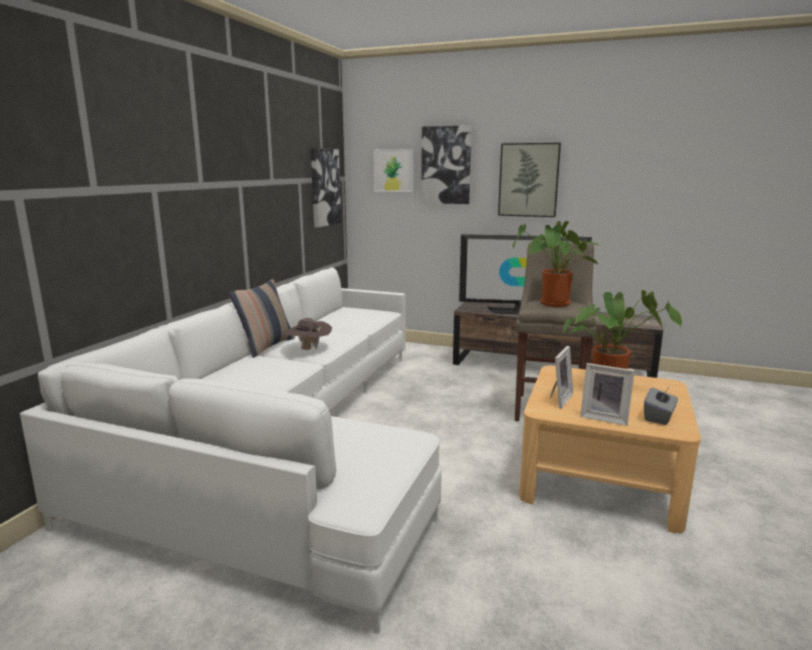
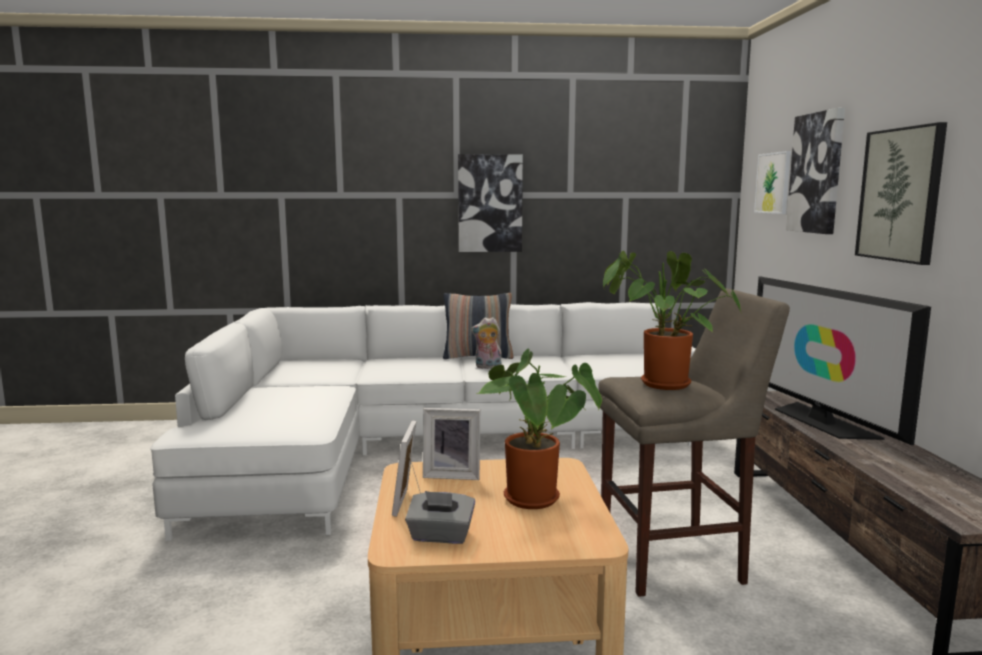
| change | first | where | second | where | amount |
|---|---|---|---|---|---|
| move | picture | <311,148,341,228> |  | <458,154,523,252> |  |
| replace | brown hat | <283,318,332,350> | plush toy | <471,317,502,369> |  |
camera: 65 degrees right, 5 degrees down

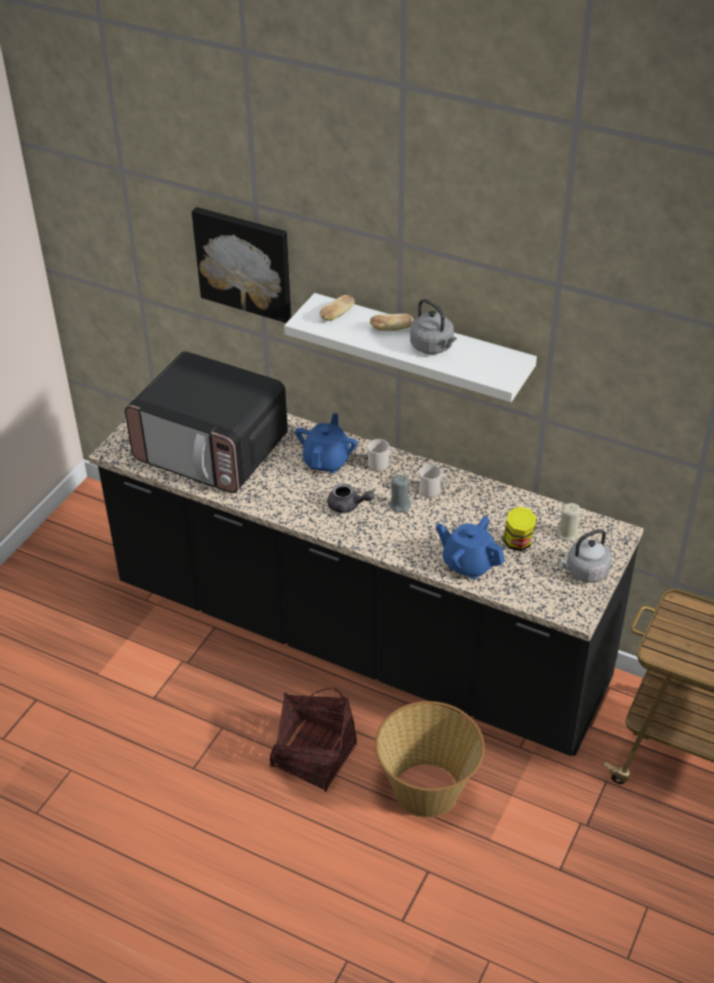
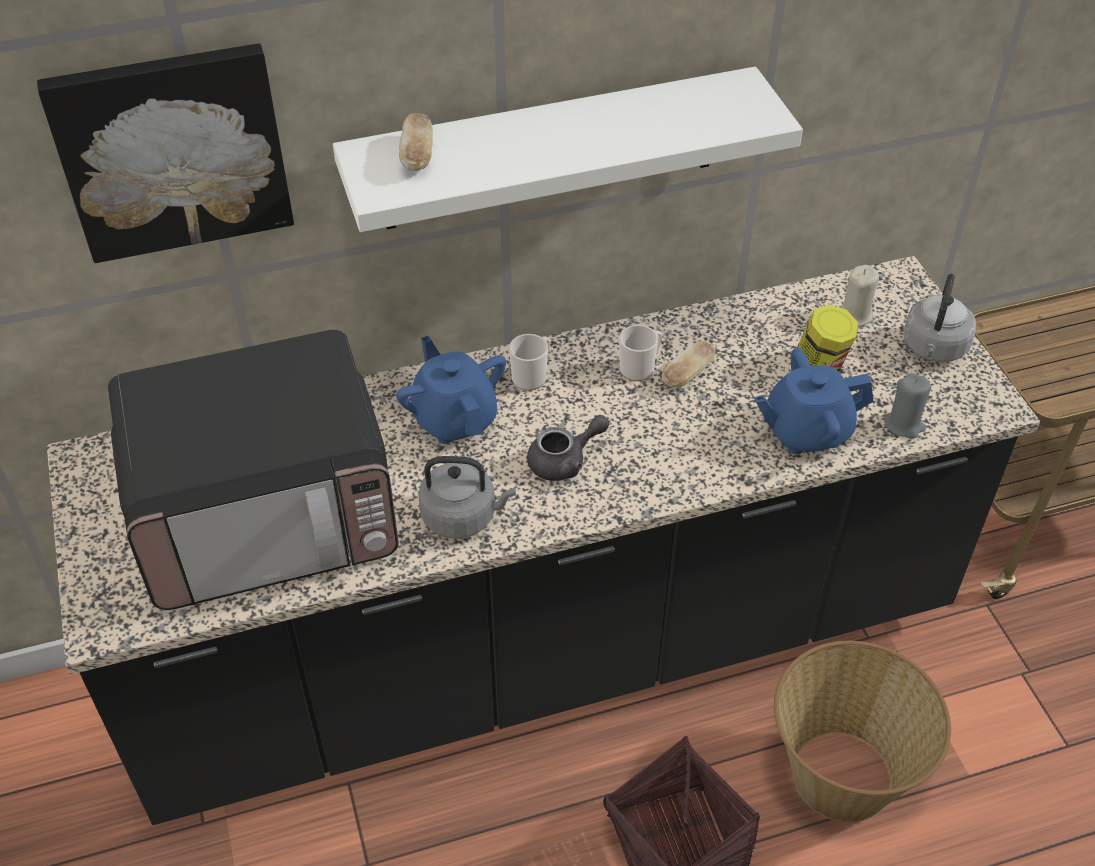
| change | first | where | second | where | amount |
|---|---|---|---|---|---|
| move | grey kettle | <410,299,457,354> |  | <418,456,516,539> |  |
| move | bread | <370,314,414,331> |  | <662,341,715,387> |  |
| move | grey candle | <389,475,411,513> |  | <884,373,931,439> |  |
camera: 45 degrees left, 5 degrees up

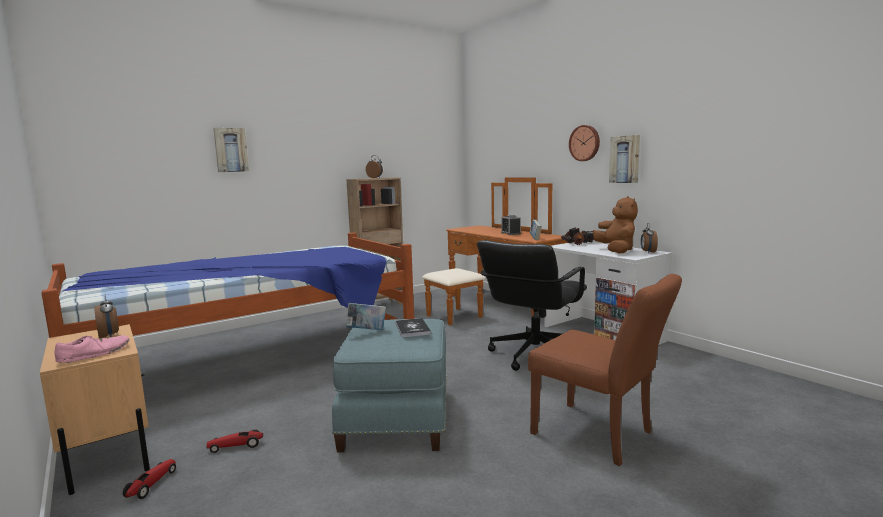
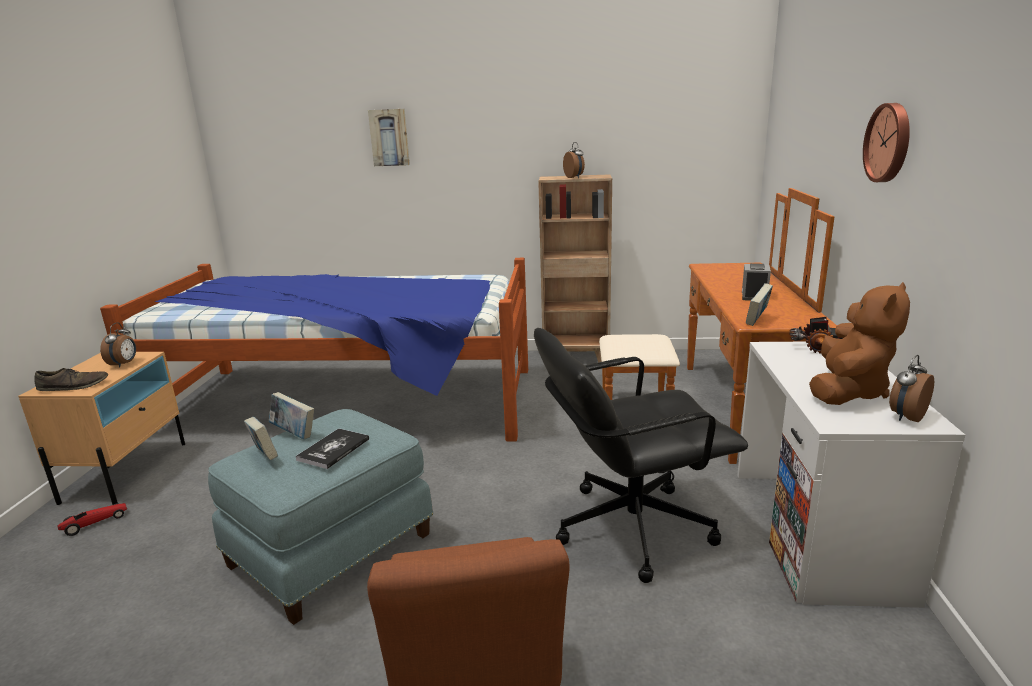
| change | first | where | second | where | amount |
|---|---|---|---|---|---|
| delete | picture | <609,135,640,183> |  |  |  |
| recolor | pink shoe | <55,335,129,363> | brown shoe | <34,368,108,391> |  |
| delete | toy car | <207,430,263,453> |  |  |  |
| insert |  |  | book | <244,417,278,460> |  |
camera: 40 degrees right, 10 degrees up

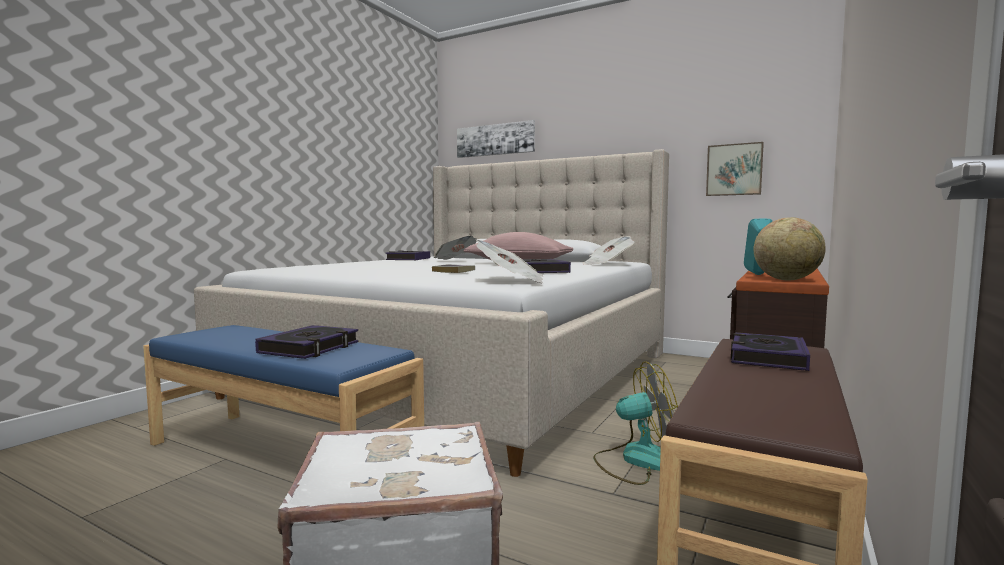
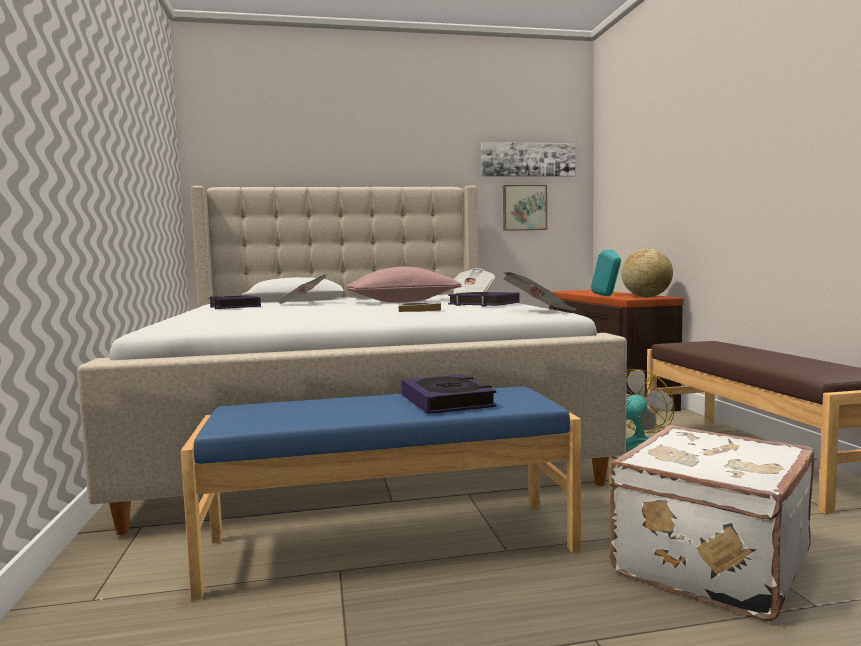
| change | first | where | second | where | amount |
|---|---|---|---|---|---|
| move | picture | <457,120,535,158> |  | <481,142,575,177> |  |
| delete | book | <731,332,810,371> |  |  |  |
camera: 40 degrees left, 0 degrees up

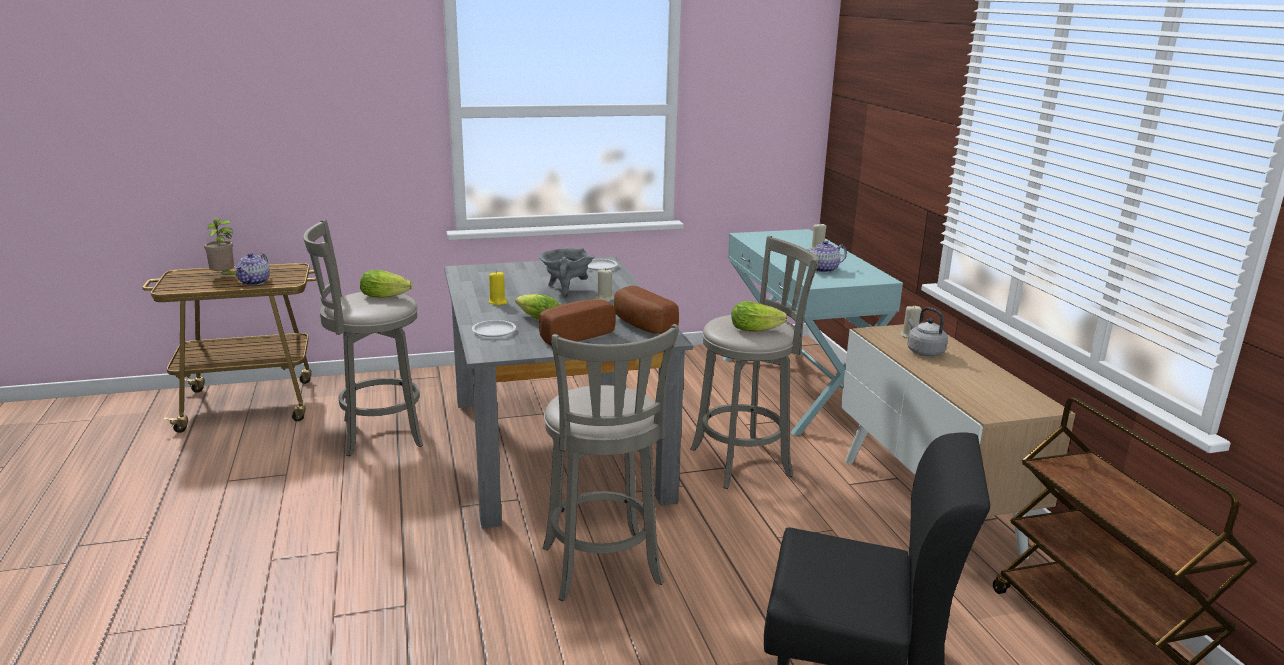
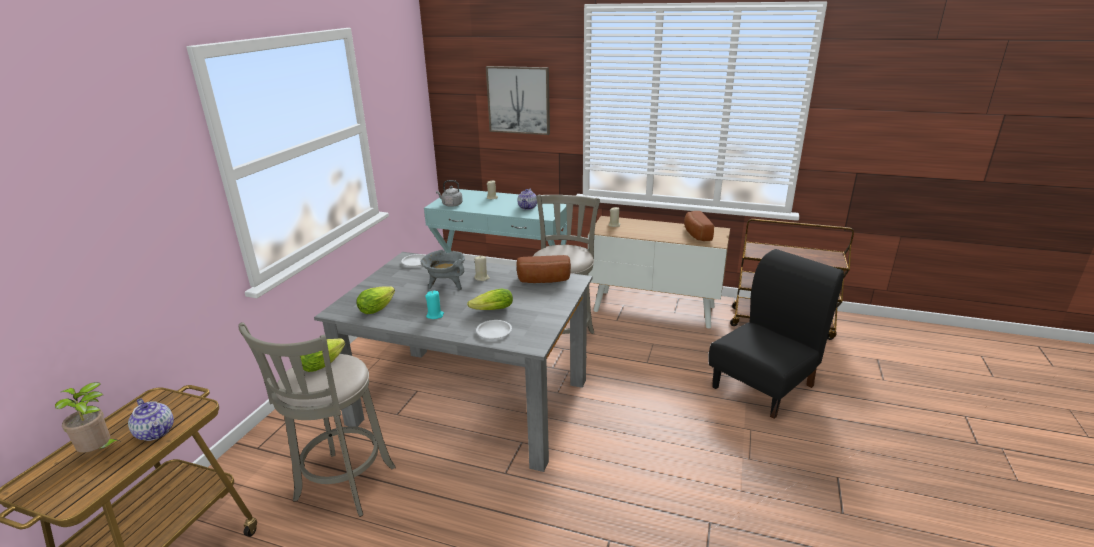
| change | first | where | second | where | amount |
|---|---|---|---|---|---|
| recolor | yellow candle | <489,271,507,305> | turquoise candle | <425,291,444,319> |  |
| move | bread | <539,299,616,345> |  | <684,211,714,241> |  |
| move | lettuce | <731,301,787,332> |  | <357,286,395,314> |  |
| move | grey kettle | <908,307,948,356> |  | <436,180,463,207> |  |
| delete | grey stool | <542,324,679,601> |  |  |  |
| insert |  |  | picture | <486,66,550,135> |  |
camera: 55 degrees left, 5 degrees up

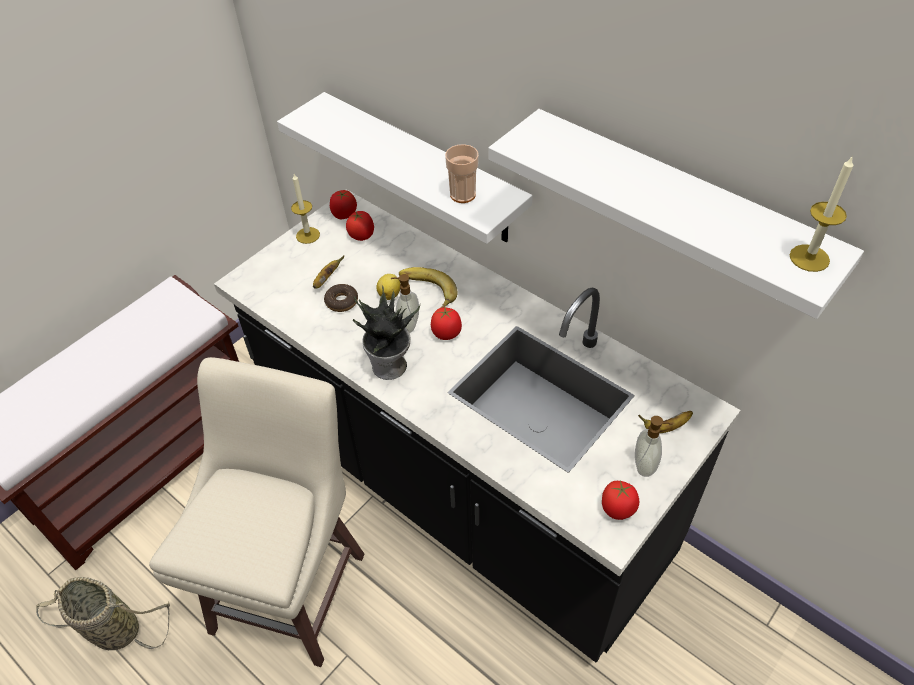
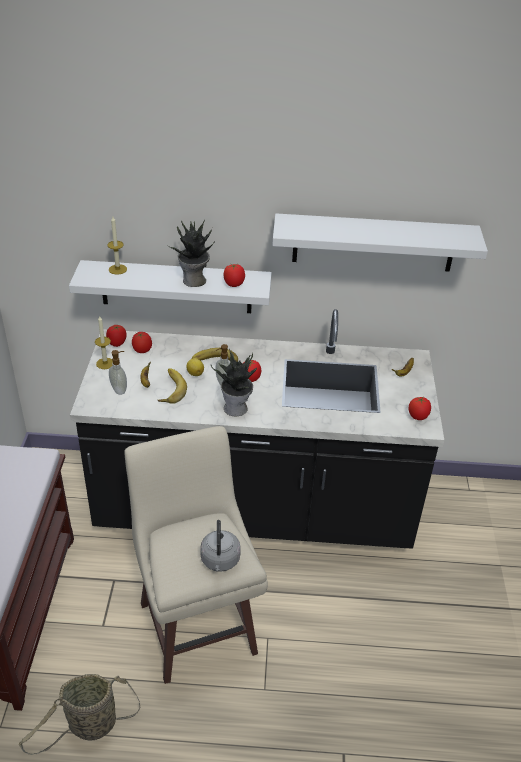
| change | first | where | second | where | amount |
|---|---|---|---|---|---|
| replace | cup | <445,144,479,203> | tomato | <224,264,245,287> |  |
| move | candle | <790,155,854,272> |  | <108,216,127,275> |  |
| replace | donut | <324,284,358,312> | banana | <158,368,187,404> |  |
| move | soap dispenser | <635,416,673,477> |  | <109,350,127,395> |  |
| insert |  |  | potted plant | <167,219,214,287> |  |
| insert |  |  | grey kettle | <200,520,241,572> |  |
camera: 40 degrees left, 10 degrees down

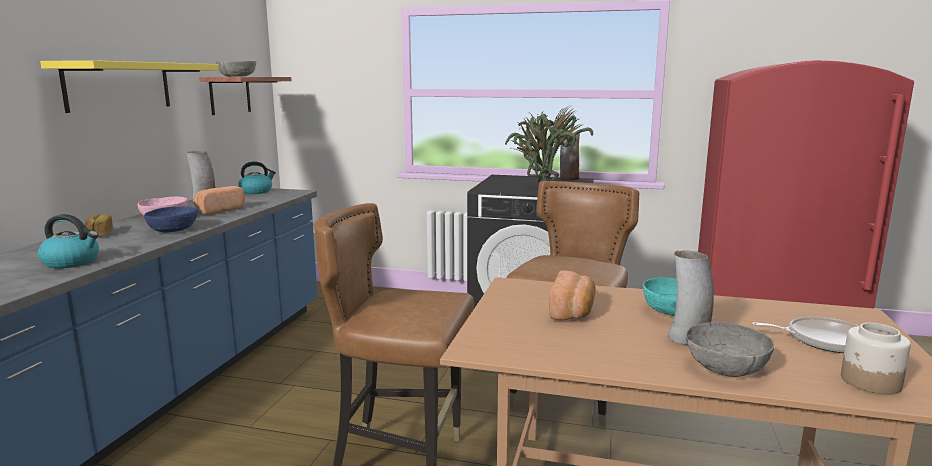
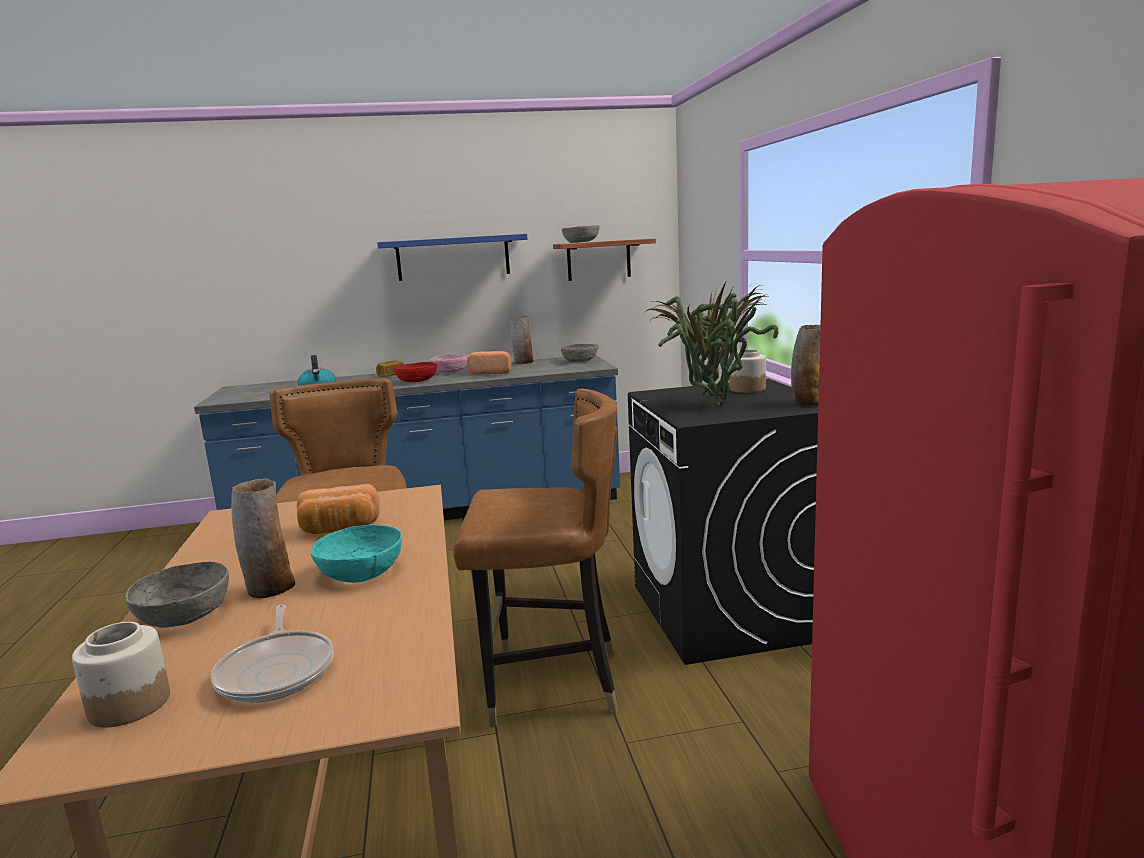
| change | first | where | second | where | amount |
|---|---|---|---|---|---|
| recolor | yellow shelf | <40,60,219,113> | blue shelf | <377,234,527,281> |  |
| replace | kettle | <238,161,276,194> | grey bowl | <561,344,599,362> |  |
| recolor | blue bowl | <144,207,198,233> | red bowl | <394,362,437,382> |  |
| insert |  |  | jar | <730,349,766,393> |  |
camera: 65 degrees right, 0 degrees up

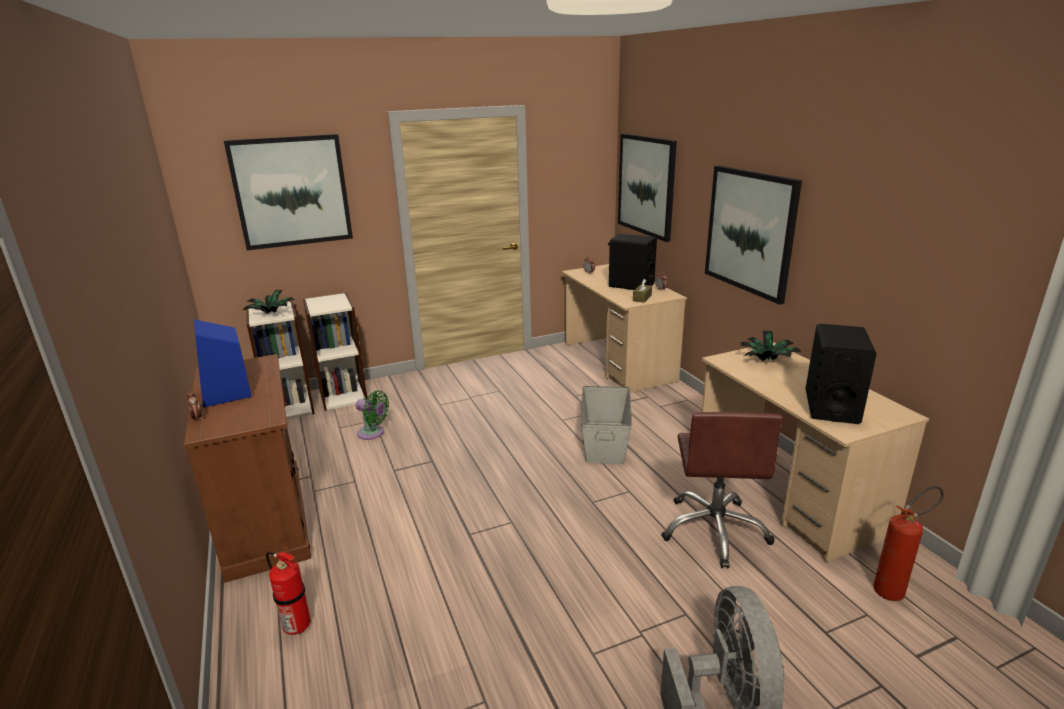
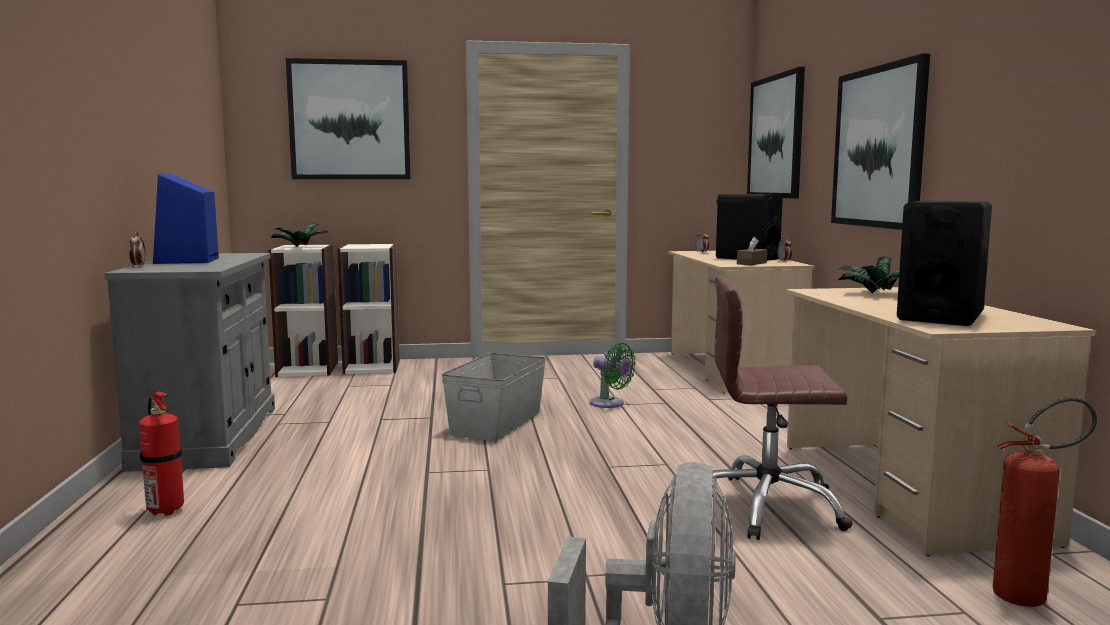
| change | first | where | second | where | amount |
|---|---|---|---|---|---|
| recolor | brown cabinet | <184,354,311,583> | grey cabinet | <104,253,275,472> |  |
| move | grey storage box | <580,386,632,464> |  | <441,353,546,441> |  |
| move | green fan | <356,390,389,440> |  | <590,342,636,408> |  |
| rotate | brown office chair | <661,412,783,568> |  | <713,276,853,540> | 75 degrees clockwise |
camera: 15 degrees right, 15 degrees down

